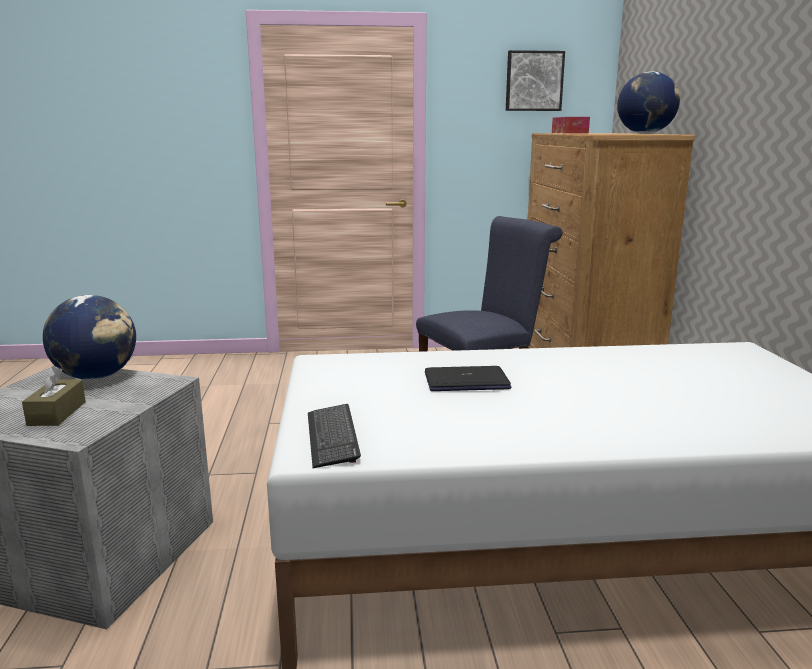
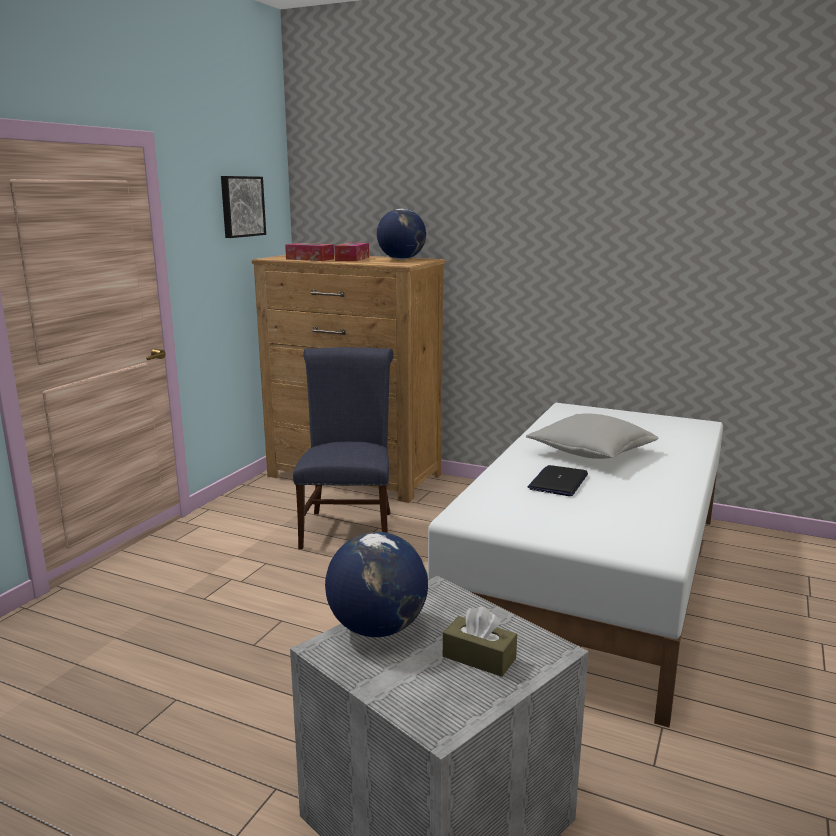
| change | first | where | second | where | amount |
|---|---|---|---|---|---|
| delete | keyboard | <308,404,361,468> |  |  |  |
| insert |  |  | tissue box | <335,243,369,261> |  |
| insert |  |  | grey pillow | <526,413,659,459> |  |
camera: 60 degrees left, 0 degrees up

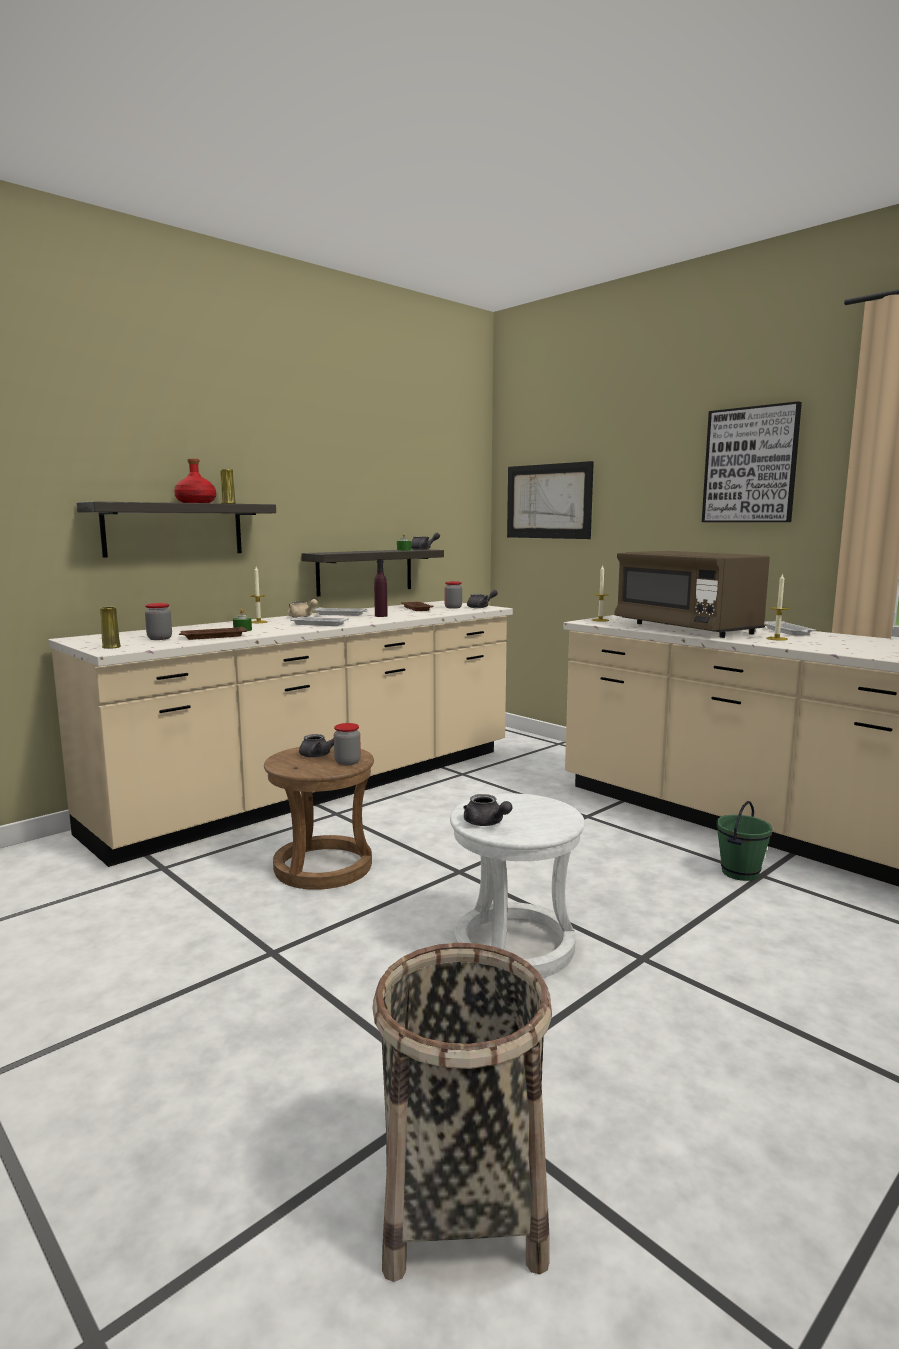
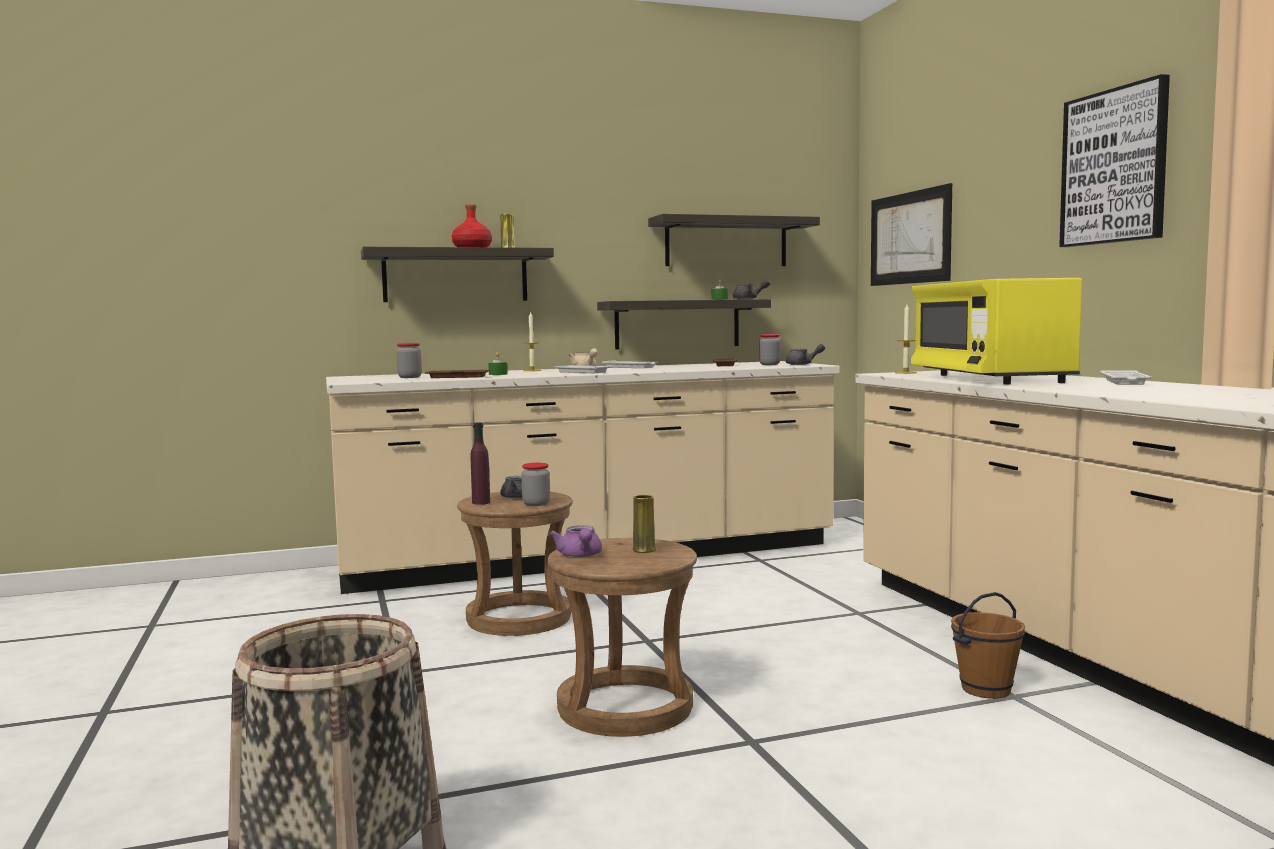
| change | first | where | second | where | amount |
|---|---|---|---|---|---|
| recolor | brown microwave | <615,551,770,638> | yellow microwave | <911,278,1082,385> |  |
| move | purple bottle | <374,559,387,617> |  | <471,422,490,505> |  |
| delete | candle | <766,573,789,641> |  |  |  |
| move | yellow vase | <100,607,121,649> |  | <633,495,656,553> |  |
| recolor | white stool | <450,793,585,978> | brown stool | <547,538,697,737> |  |
| recolor | grey teapot | <463,794,512,826> | purple teapot | <550,525,602,557> |  |
| recolor | green bucket | <716,801,773,881> | brown bucket | <951,592,1025,699> |  |
| insert |  |  | shelf | <648,214,820,266> |  |
camera: 25 degrees right, 5 degrees down

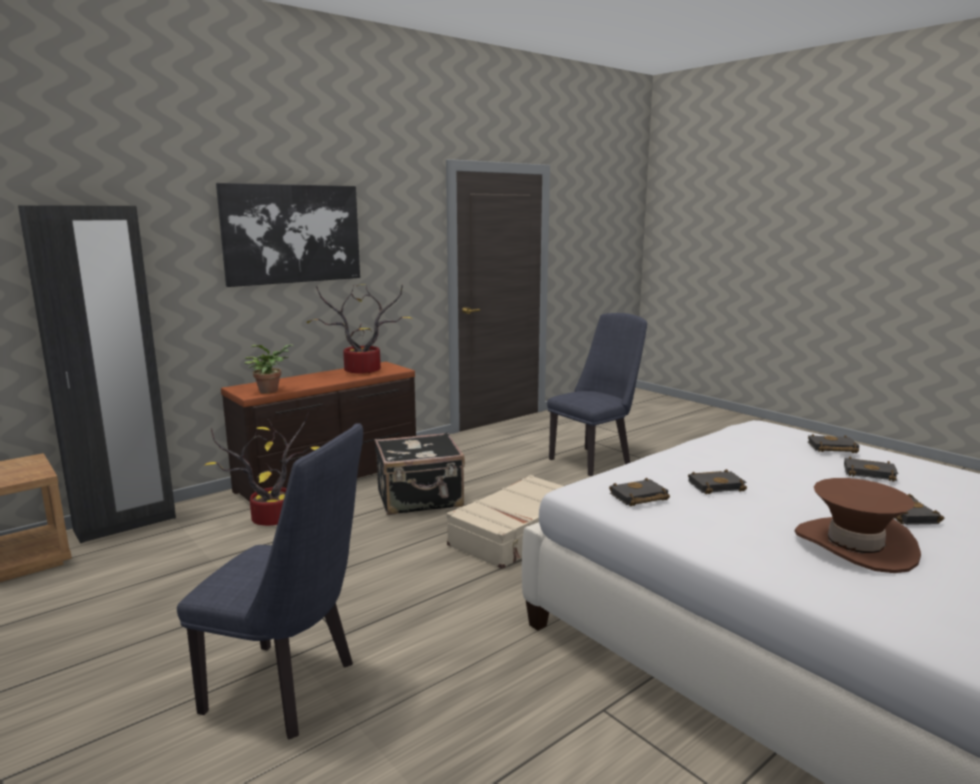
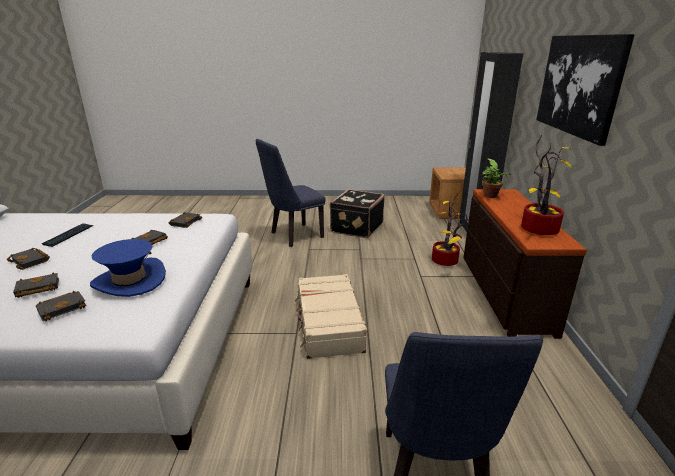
| change | first | where | second | where | amount |
|---|---|---|---|---|---|
| move | black suitcase | <375,432,465,515> |  | <330,189,385,238> |  |
| replace | brown hat | <795,478,921,573> | keyboard | <42,223,93,247> |  |
| insert |  |  | blue hat | <90,239,166,297> |  |
camera: 130 degrees right, 10 degrees up

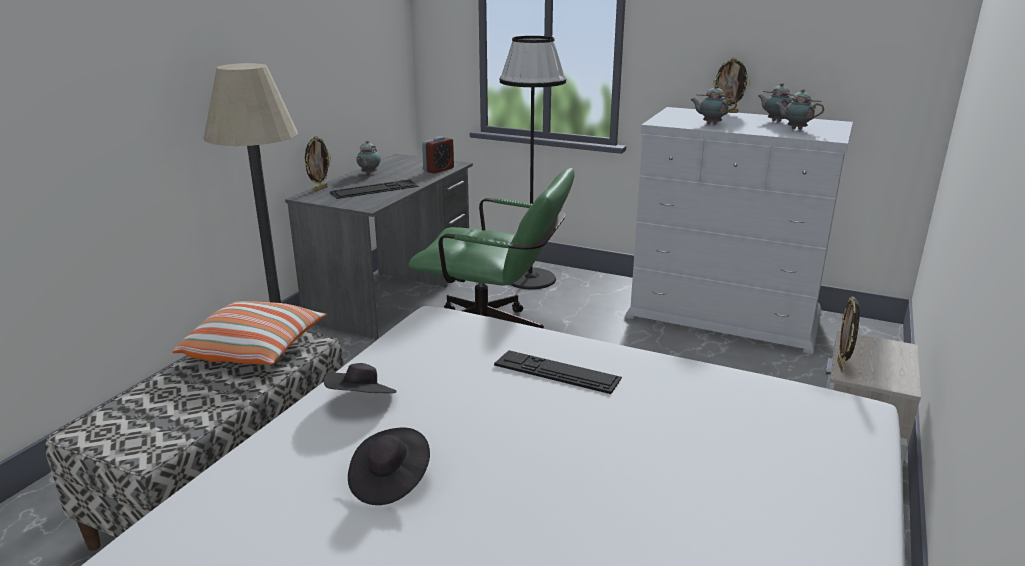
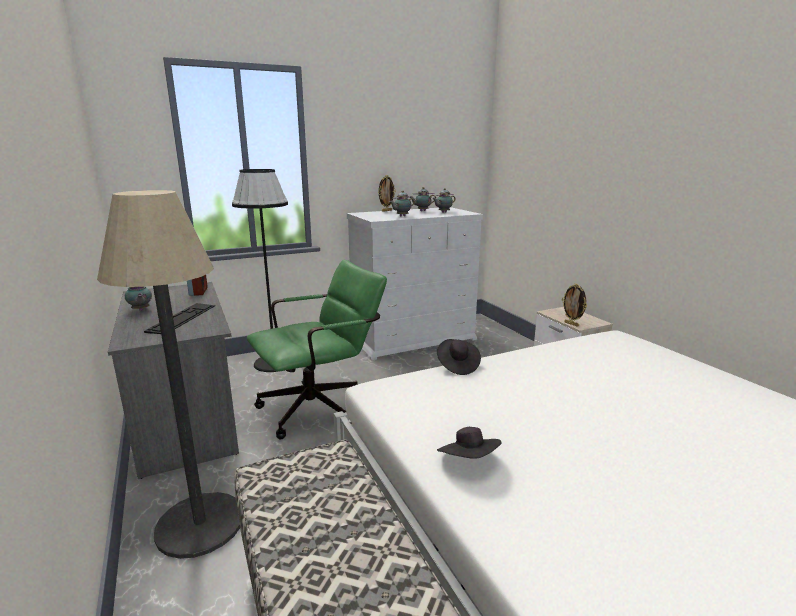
| change | first | where | second | where | amount |
|---|---|---|---|---|---|
| delete | picture frame | <305,136,331,192> |  |  |  |
| delete | pillow | <172,301,327,365> |  |  |  |
| delete | keyboard | <494,350,622,394> |  |  |  |
| move | black hat | <348,428,430,505> |  | <437,339,481,375> |  |
camera: 50 degrees left, 5 degrees down

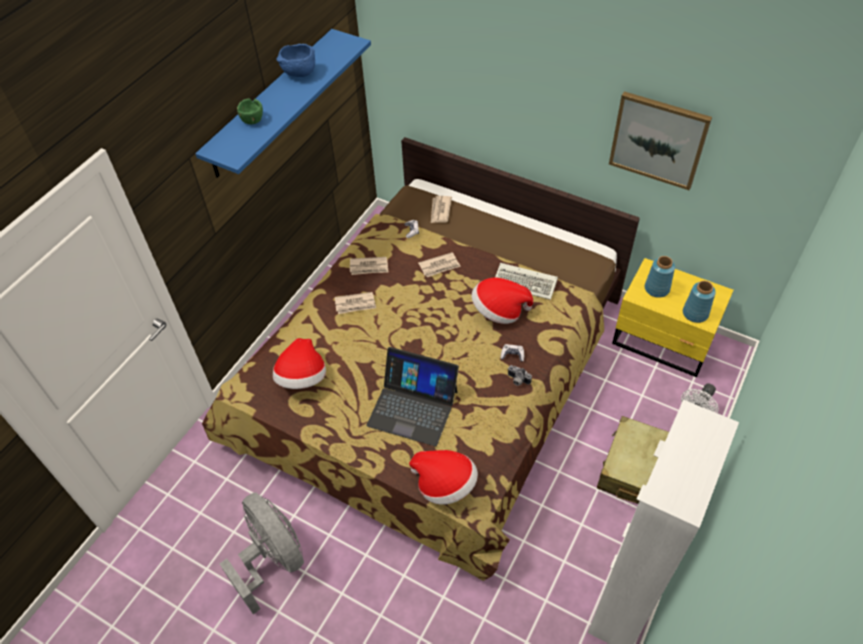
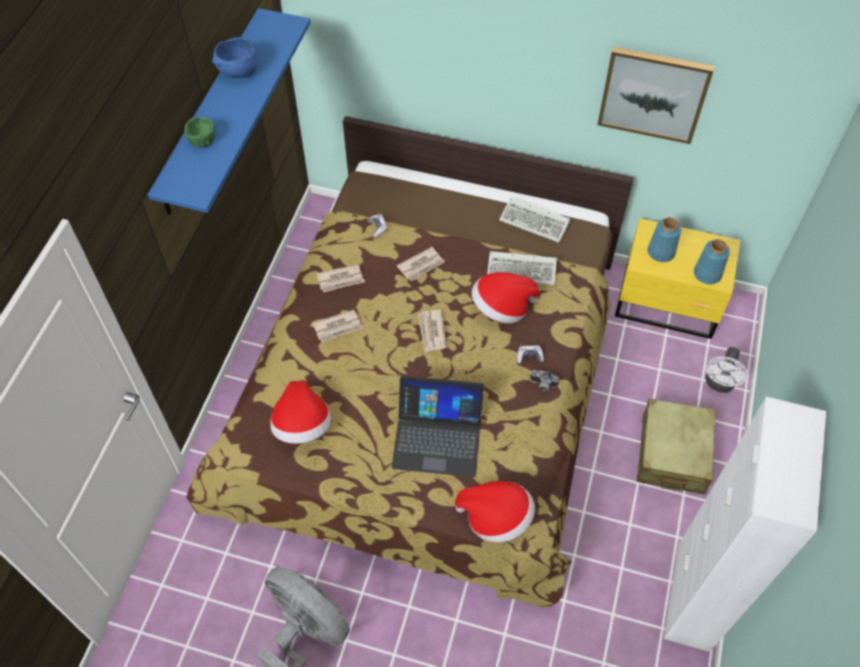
| change | first | where | second | where | amount |
|---|---|---|---|---|---|
| move | newspaper | <431,196,452,223> |  | <418,310,447,352> |  |
| insert |  |  | keyboard | <499,197,570,243> |  |
camera: 15 degrees left, 5 degrees up

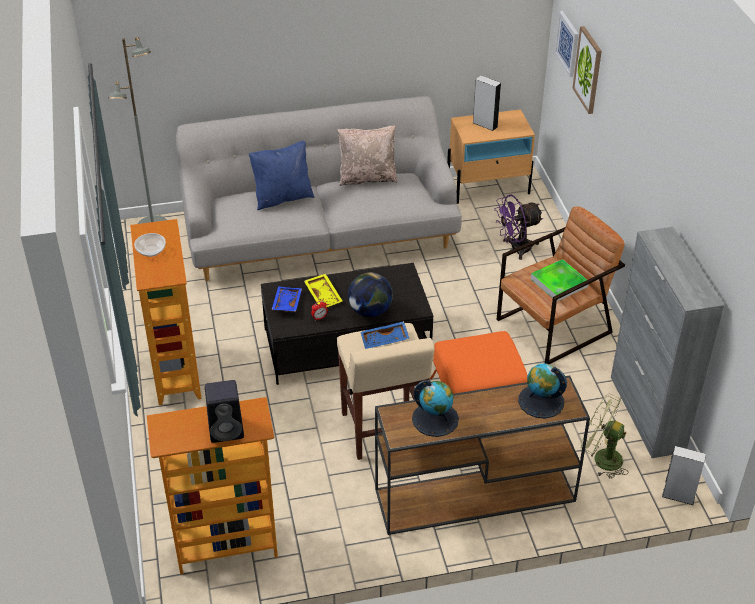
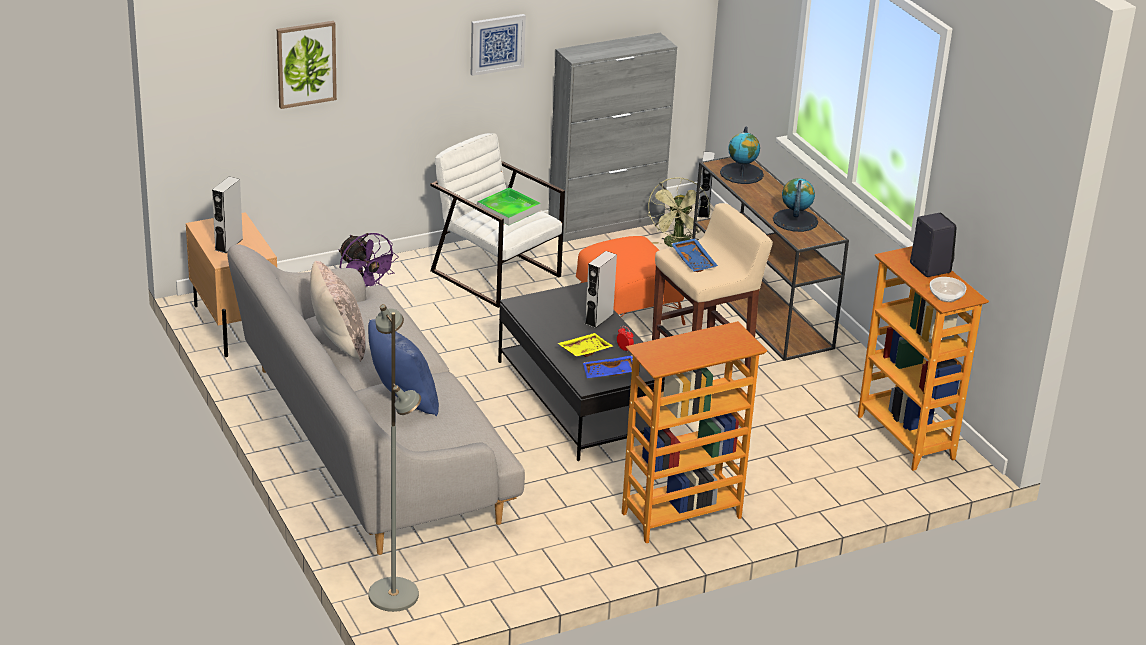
| change | first | where | second | where | amount |
|---|---|---|---|---|---|
| move | picture | <555,11,579,77> |  | <471,14,526,76> |  |
| recolor | brown armchair | <496,207,625,364> | white armchair | <430,133,565,308> |  |
| move | bowl | <134,233,166,257> |  | <930,277,966,302> |  |
| replace | globe | <348,273,393,317> | grey speaker | <585,251,617,328> |  |
camera: 105 degrees left, 10 degrees down

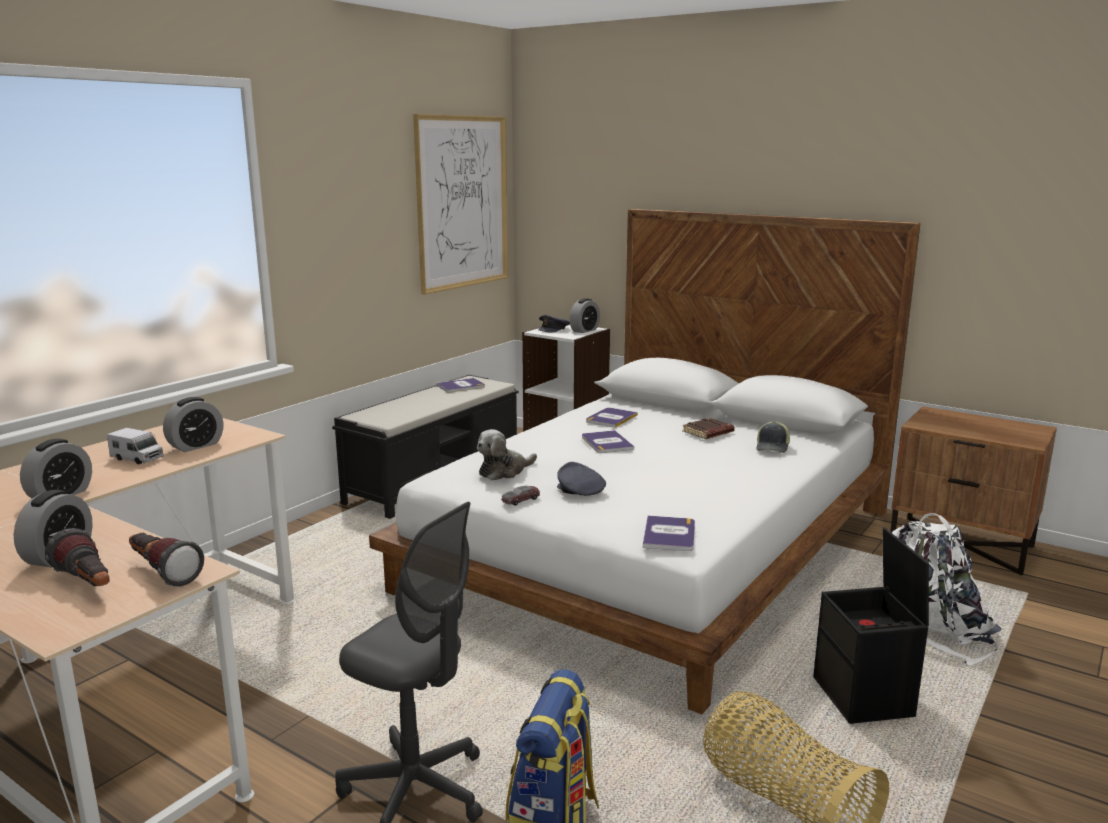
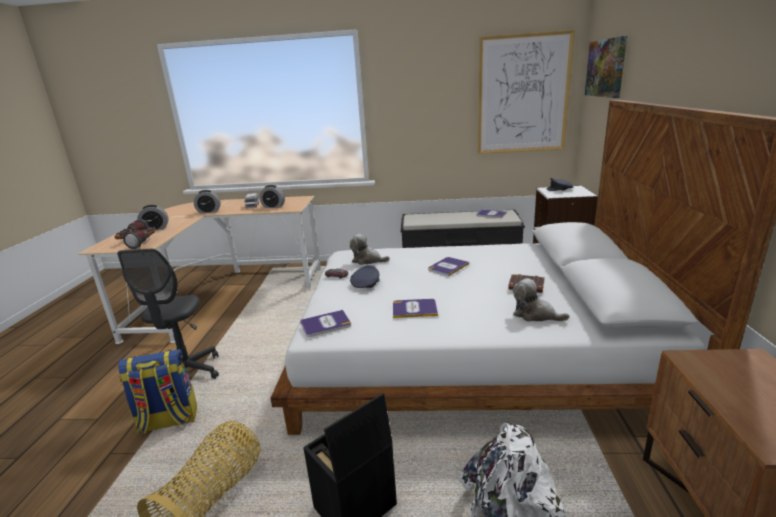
| change | first | where | second | where | amount |
|---|---|---|---|---|---|
| delete | alarm clock | <570,298,600,333> |  |  |  |
| move | book | <586,408,638,428> |  | <393,299,438,318> |  |
| replace | cap | <756,421,790,453> | plush toy | <513,278,569,321> |  |
| insert |  |  | picture | <585,36,627,98> |  |
camera: 60 degrees right, 5 degrees up

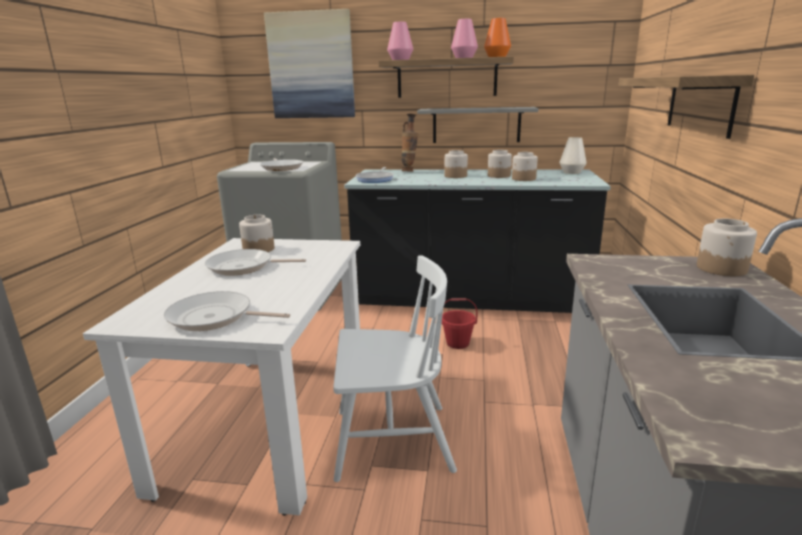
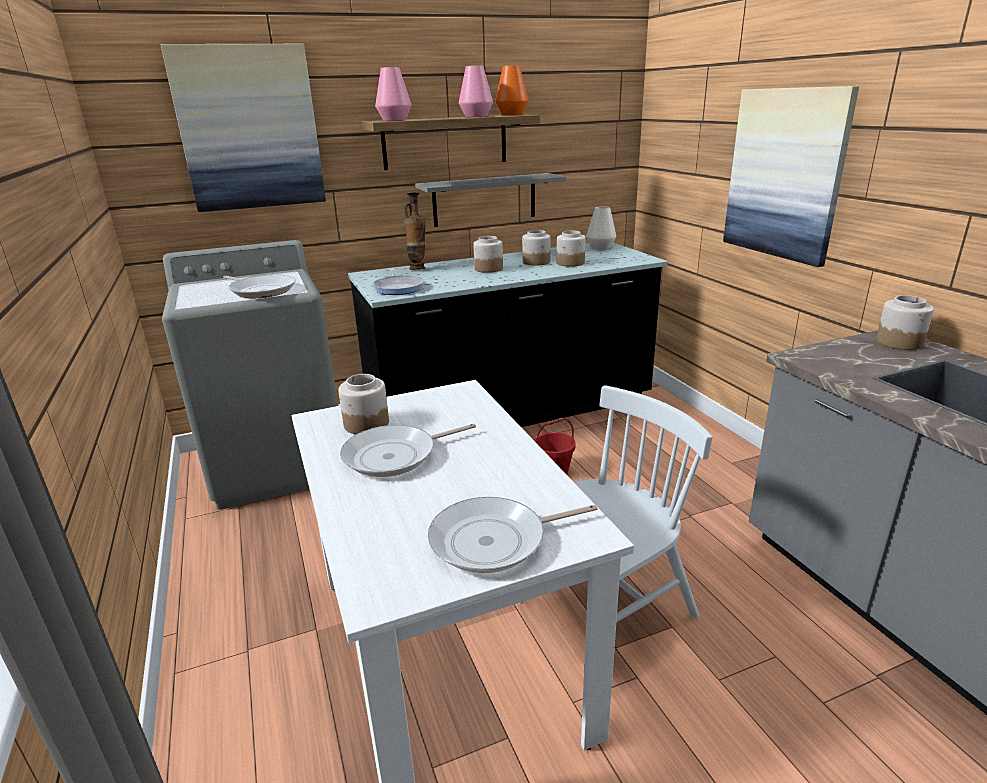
| change | first | where | second | where | amount |
|---|---|---|---|---|---|
| replace | shelf | <618,75,755,139> | picture | <723,86,859,267> |  |
camera: 30 degrees left, 5 degrees up

